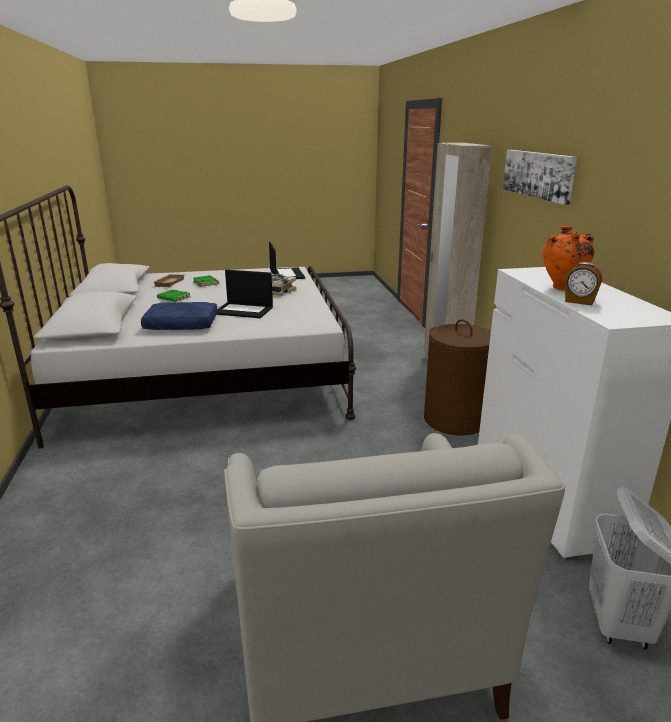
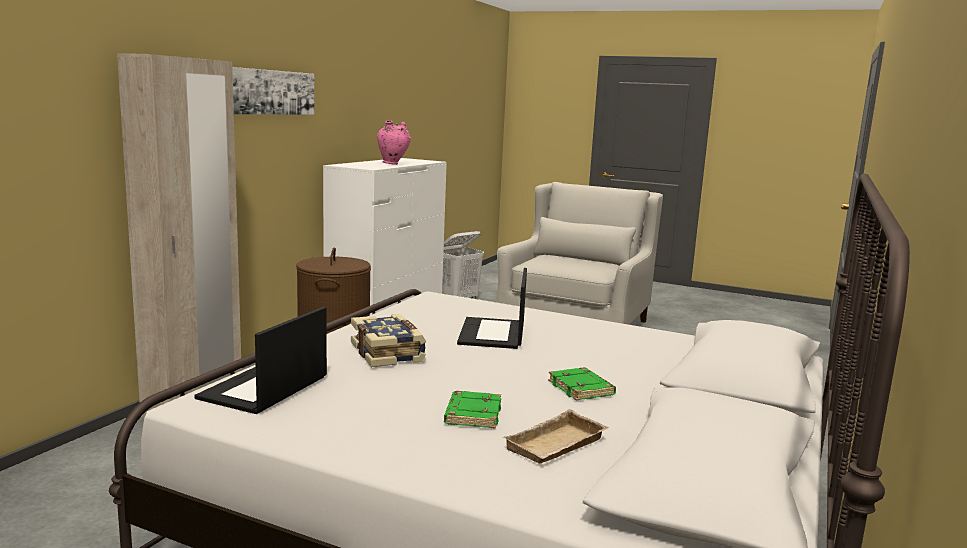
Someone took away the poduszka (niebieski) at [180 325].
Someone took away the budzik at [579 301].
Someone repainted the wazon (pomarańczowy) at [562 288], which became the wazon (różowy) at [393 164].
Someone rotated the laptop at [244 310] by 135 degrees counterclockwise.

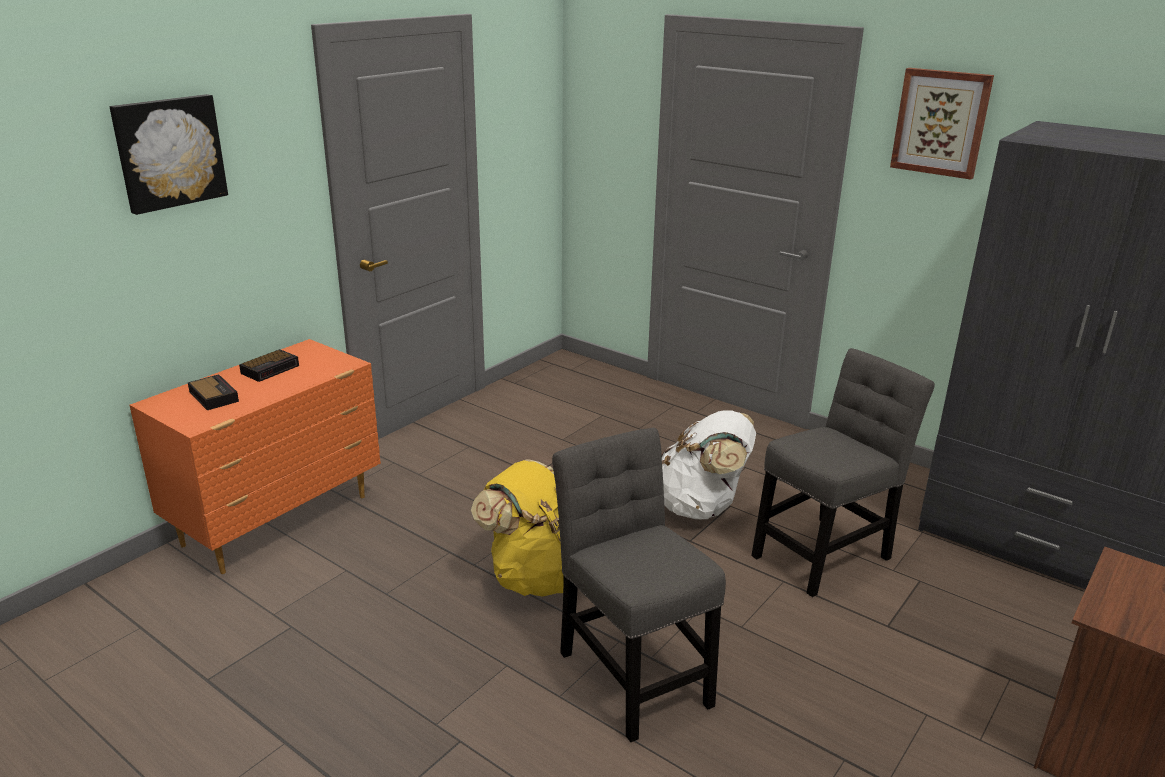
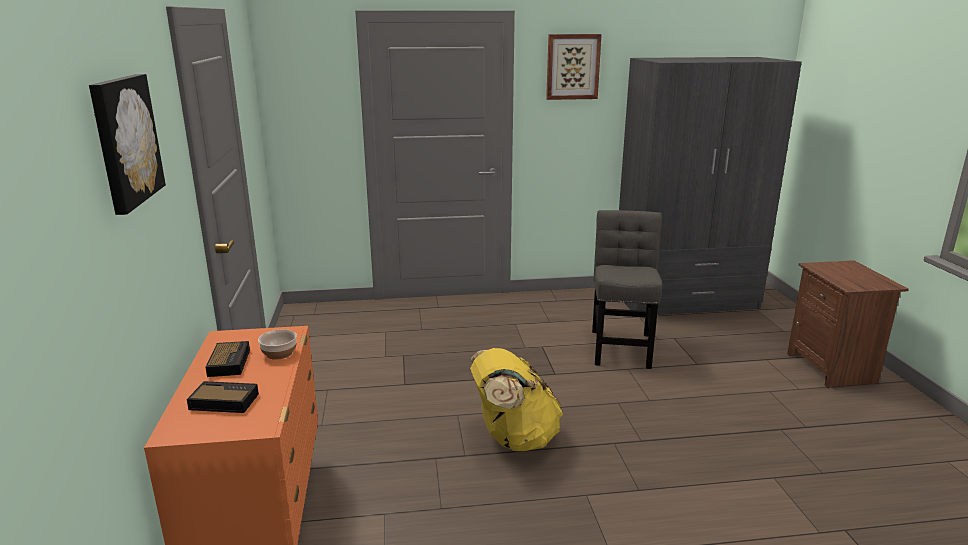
Someone took away the krzesło (szary) at [632 672].
Someone took away the plecak (biały) at [701 507].
Someone put down the miska at [279 353].

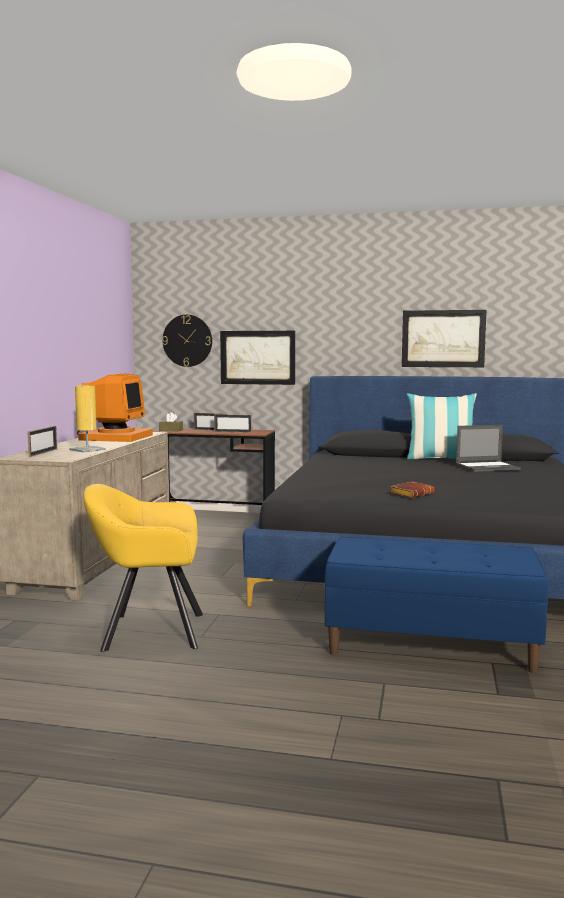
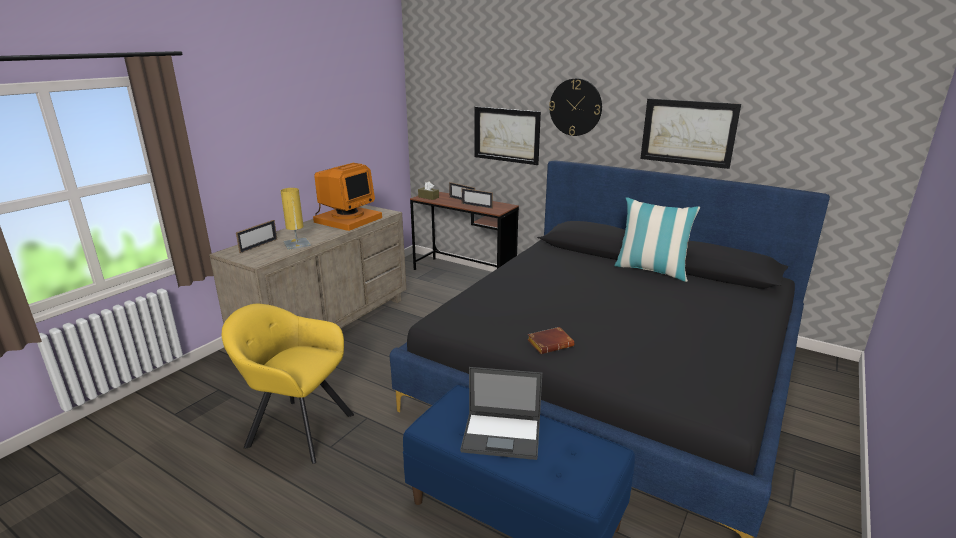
Someone carried the zegar ścienny from [187 340] to [575 107].
Someone carried the laptop from [488 467] to [502 435].

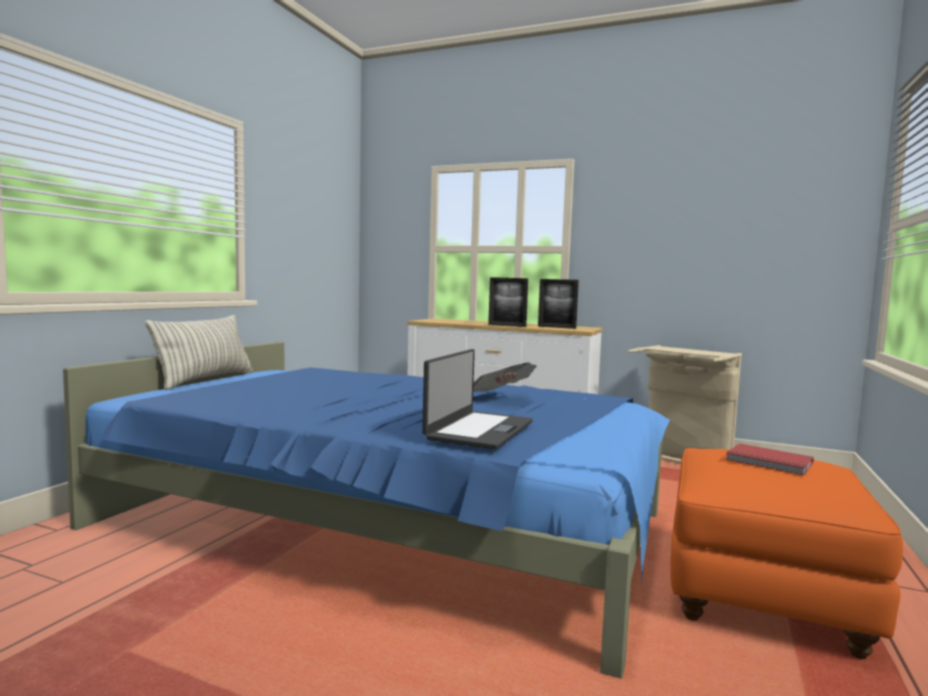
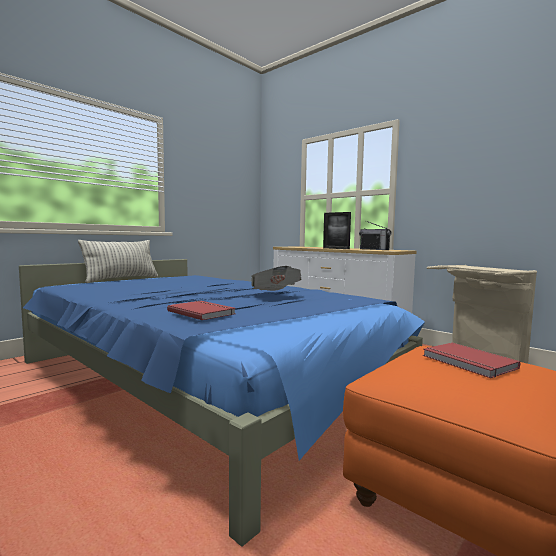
Someone swapped the laptop at [479 430] for the książka (czerwony) at [202 312].
Someone swapped the ramka na zdjęcie at [556 327] for the radio at [374 249].

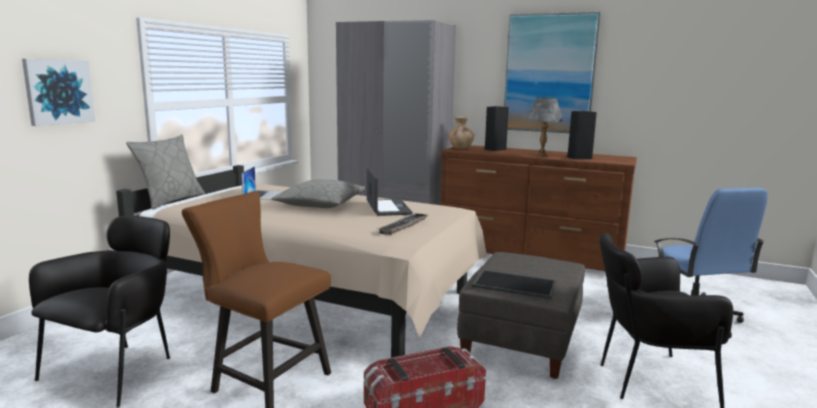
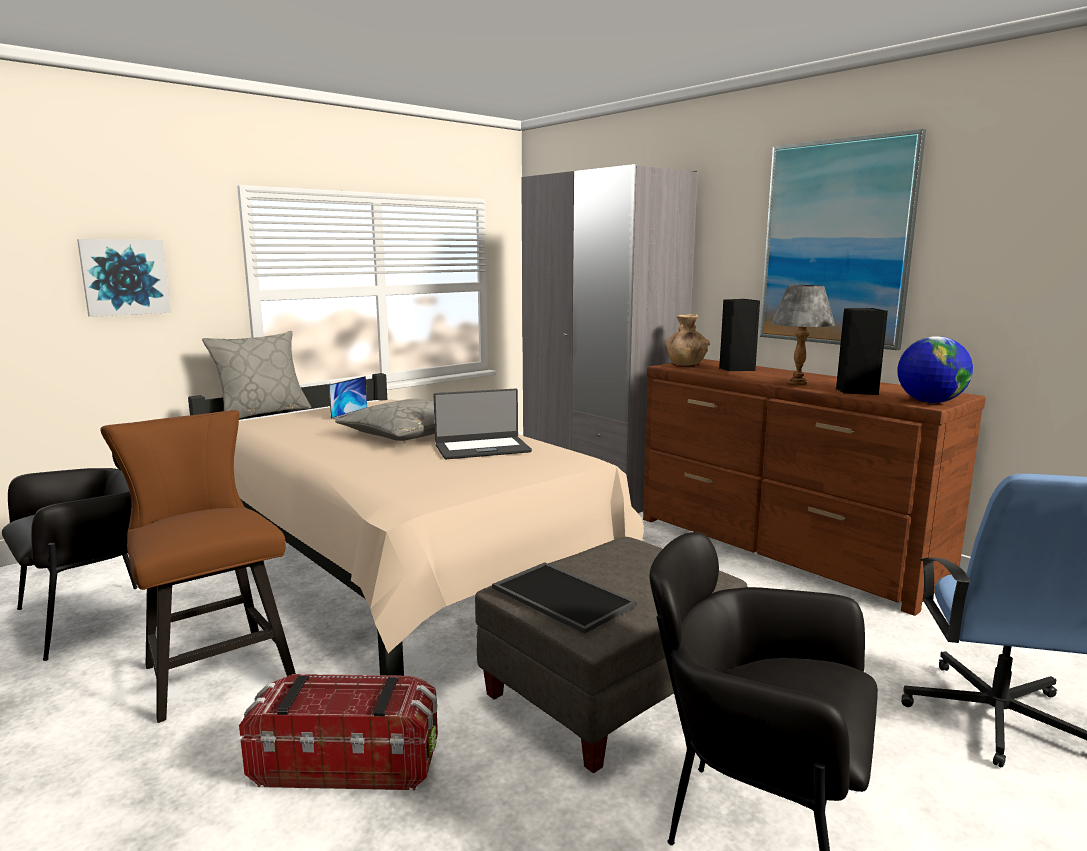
Someone took away the taca at [403 227].
Someone put down the globus at [929 402].
Someone rotated the laptop at [387 208] by 60 degrees clockwise.

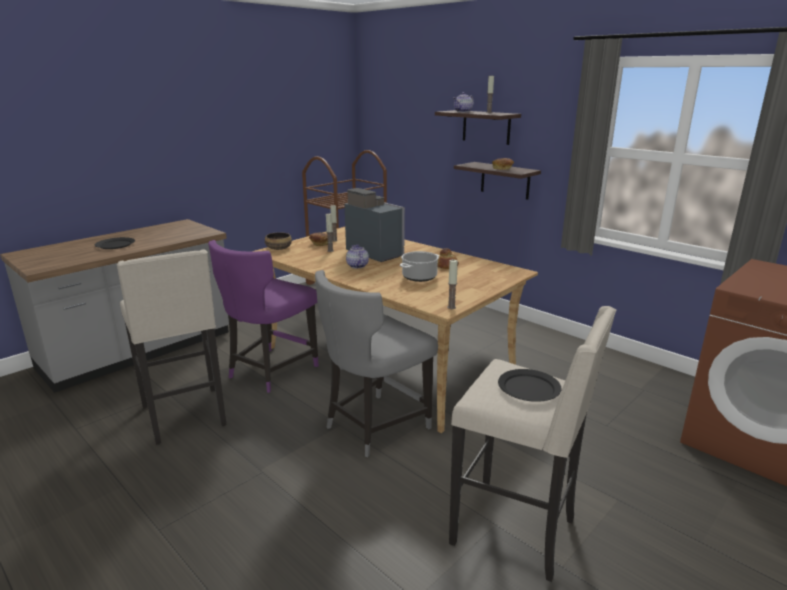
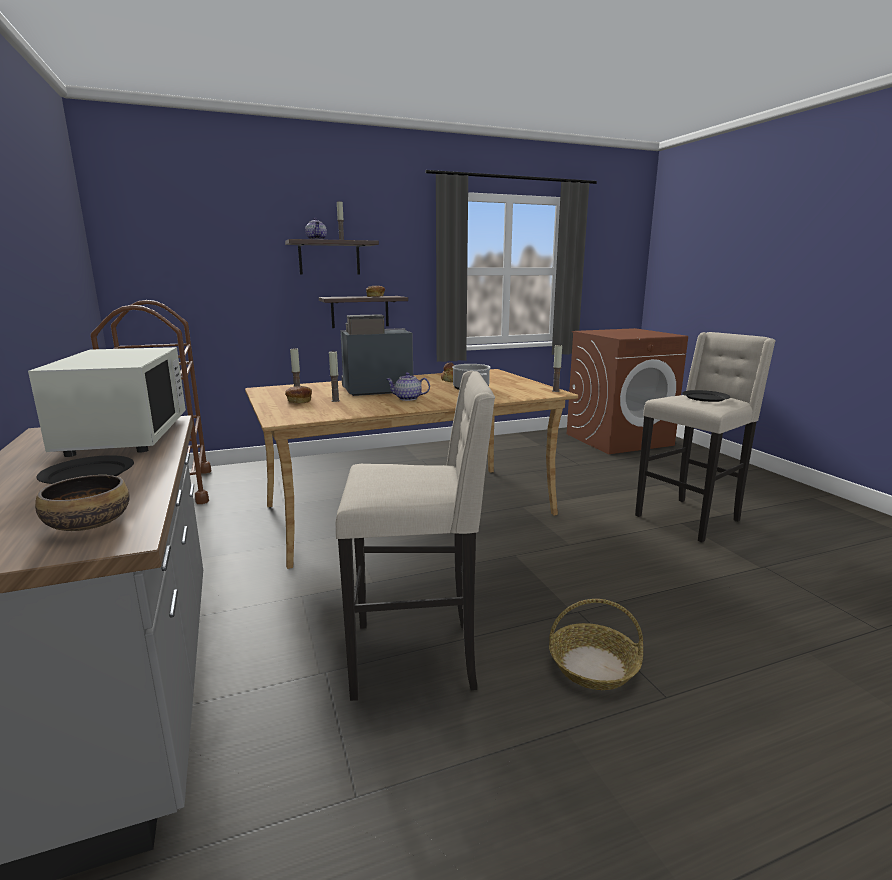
Someone took away the krzesło (fioletowy) at [270 371].
Someone took away the krzesło (szary) at [374 426].
Someone put down the mikrofalówka (biały) at [125 436].
Someone put down the koszyk at [592 666].
Someone carried the miska from [278 248] to [88 523].

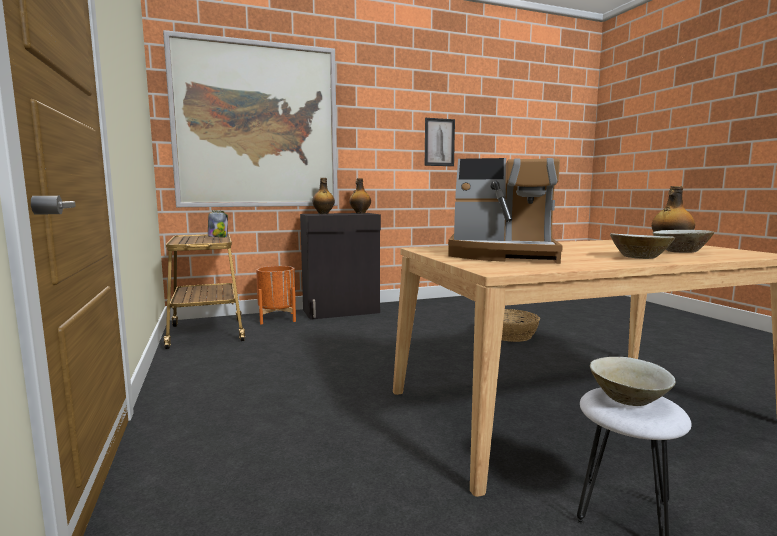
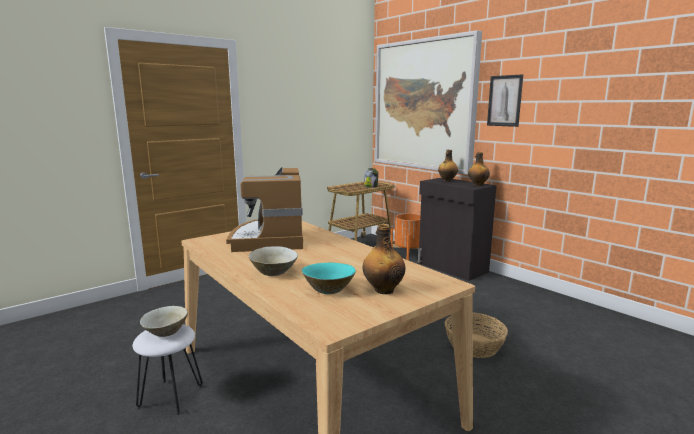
Someone carried the obraz from [439 142] to [504 101].
Someone repainted the miska (beżowy) at [680 251], which became the miska (turkusowy) at [329 289].

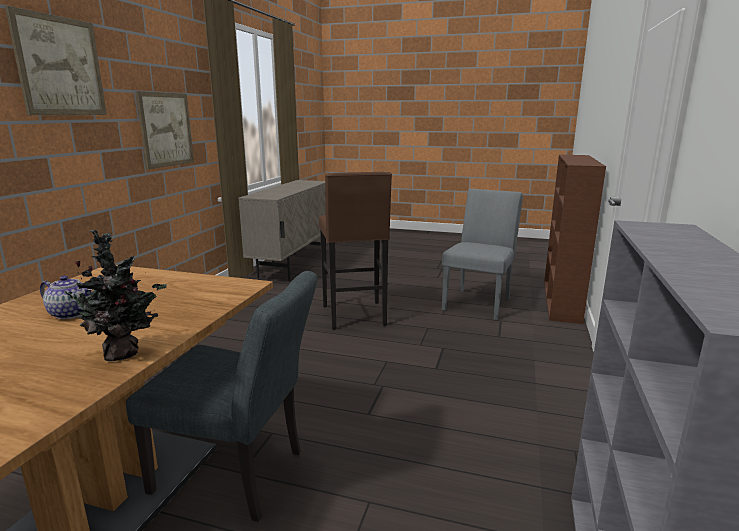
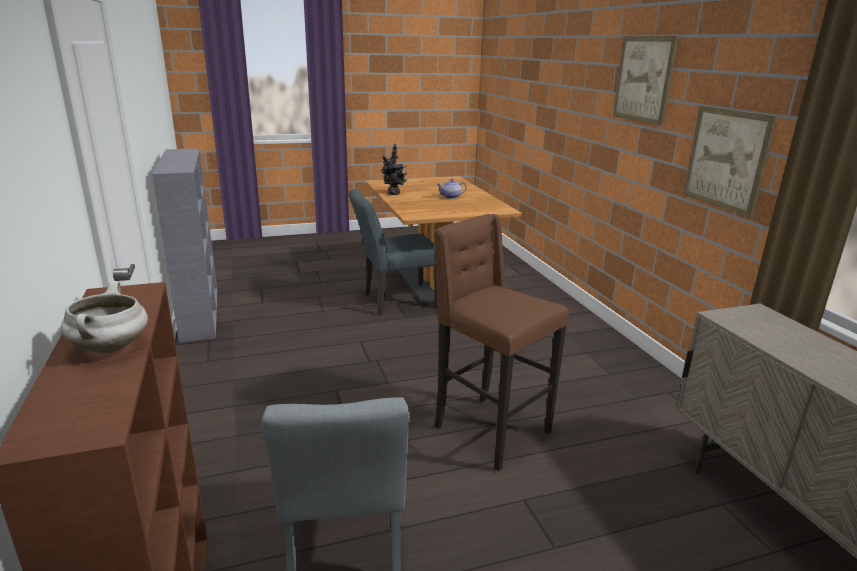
Someone put down the garnek (biały) at [111 348].

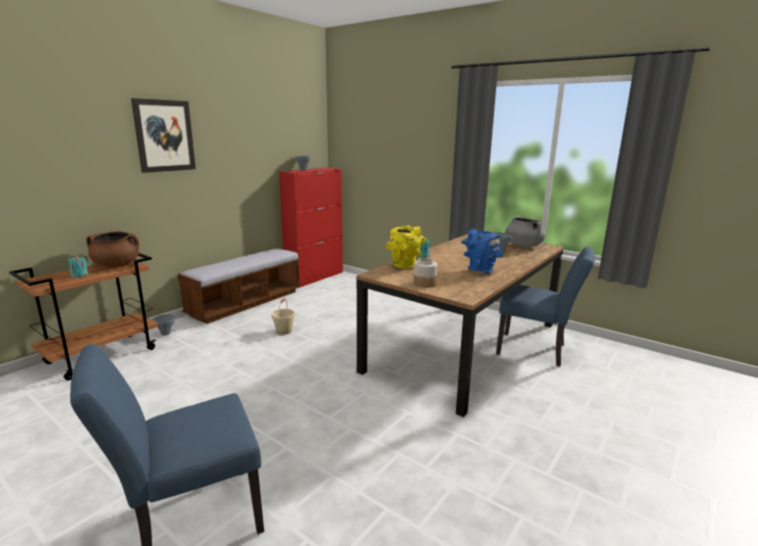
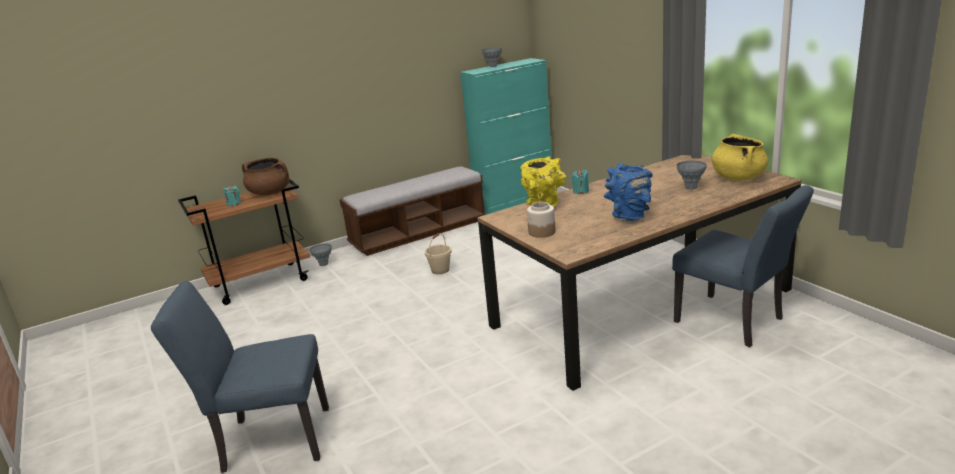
Someone took away the obraz at [164 136].
Someone repainted the szafka (czerwony) at [315 277], which became the szafka (turkusowy) at [515 201].
Someone repainted the garnek (szary) at [523 246], which became the garnek (żółty) at [738 177].

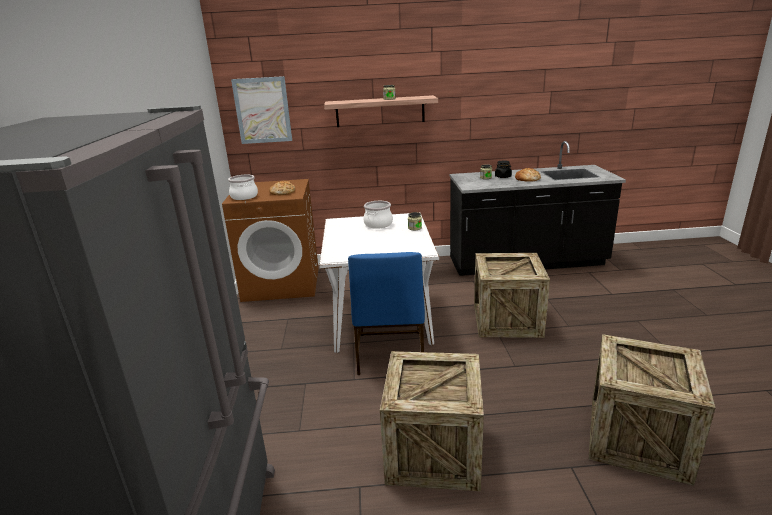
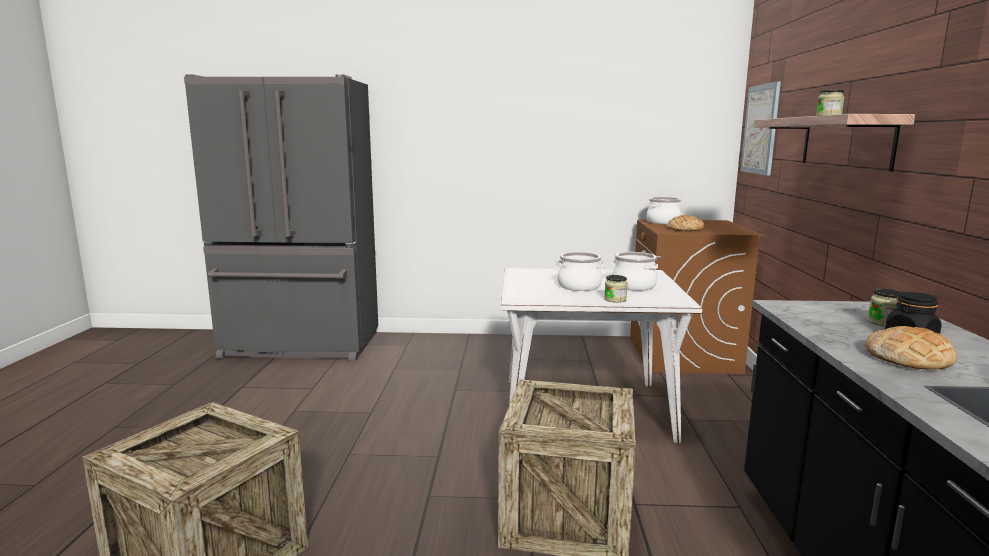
Someone took away the krzesło (niebieski) at [389 353].
Someone took away the skrzynka at [433 451].
Someone put down the garnek at [579 286].

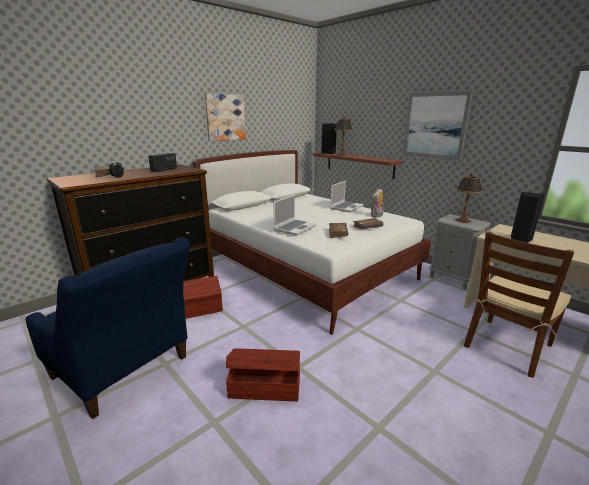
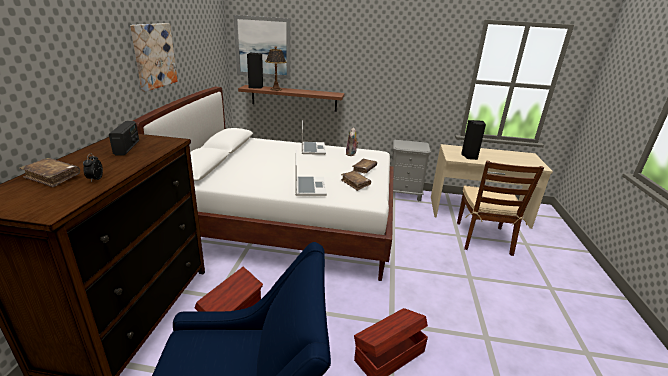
Someone took away the lampa stołowa at [463 220].
Someone carried the obraz from [435 125] to [262 47].

